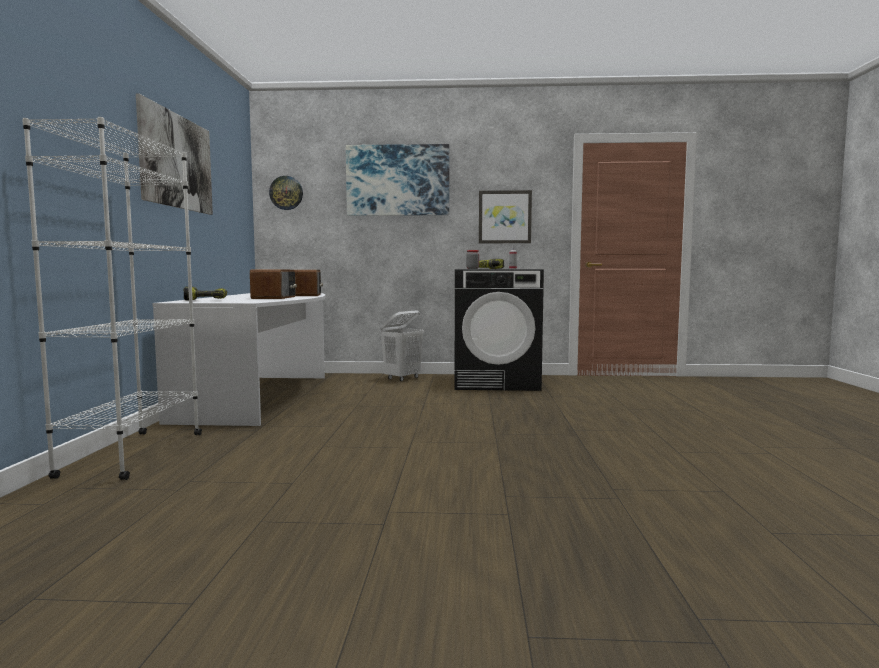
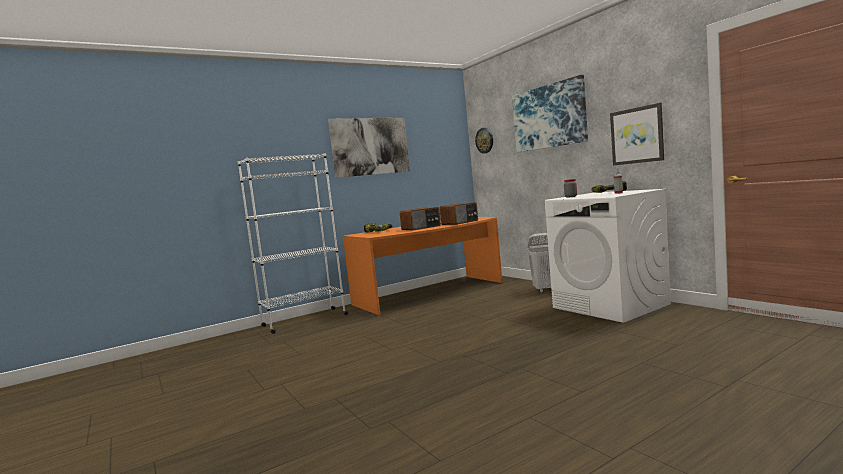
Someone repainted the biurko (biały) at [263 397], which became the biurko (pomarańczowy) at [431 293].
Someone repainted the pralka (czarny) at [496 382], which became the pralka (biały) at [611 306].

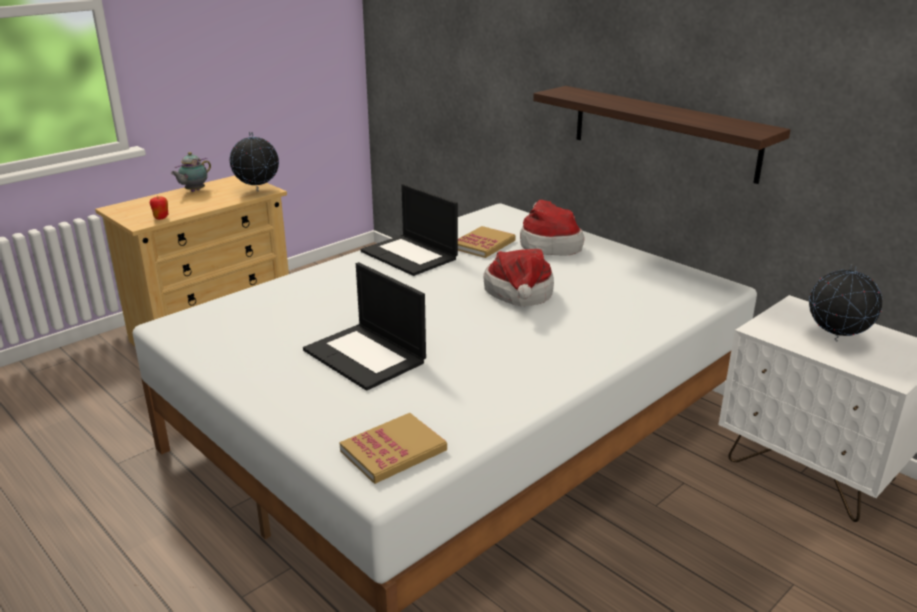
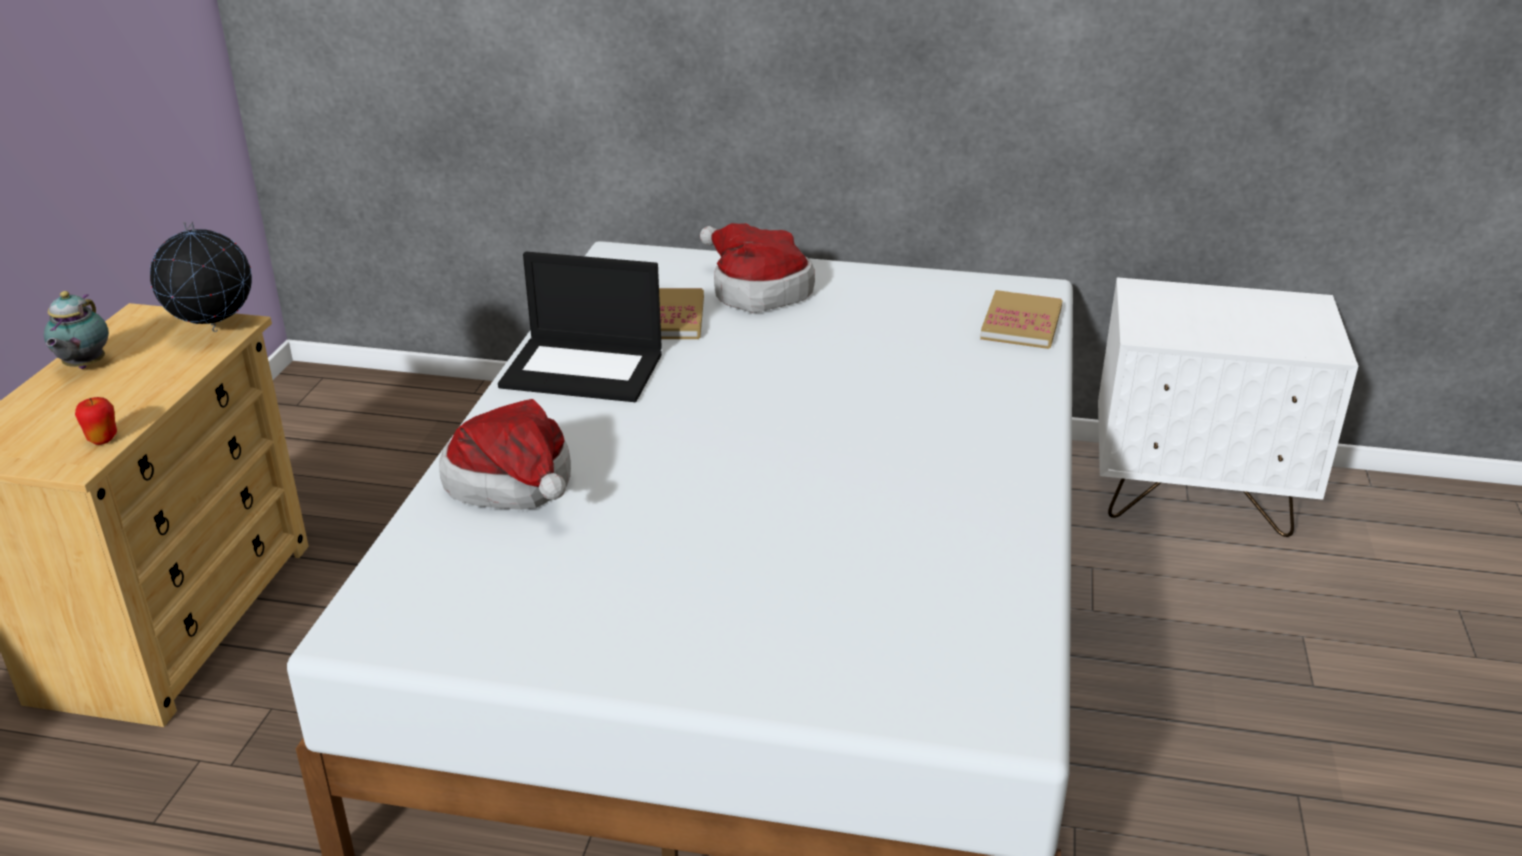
Someone took away the laptop at [366 356].
Someone took away the półka at [663 132].
Someone took away the globus at [836 340].
Someone carried the książka from [393 451] to [1021 324].
Someone carried the kapelusz from [519 295] to [515 487].

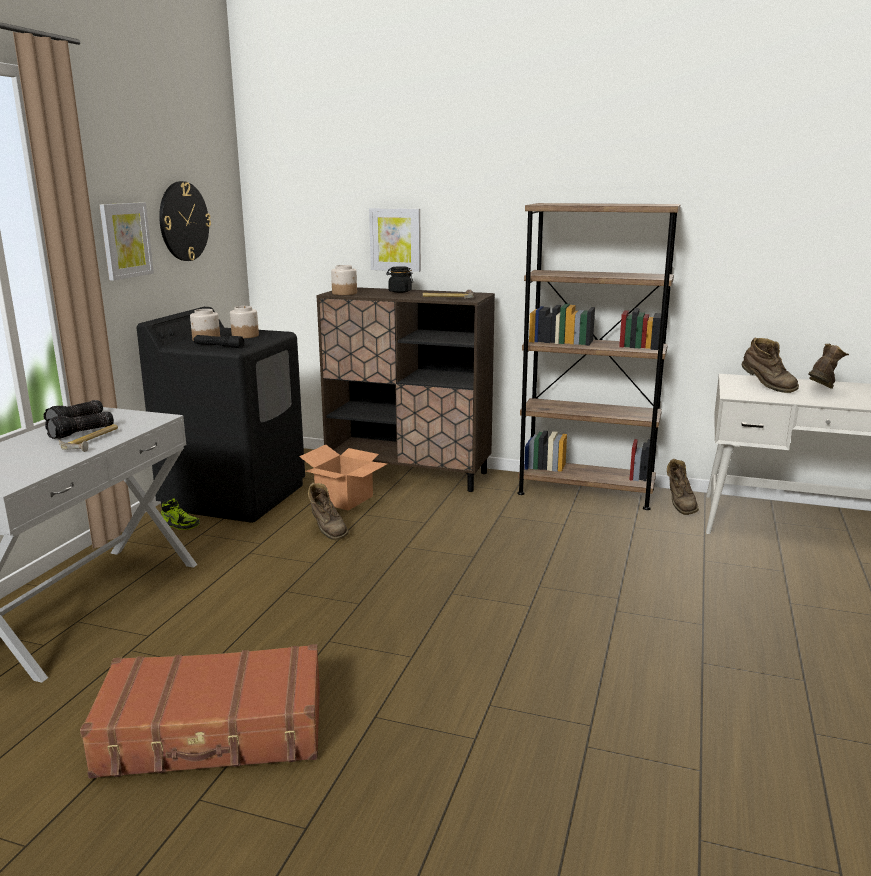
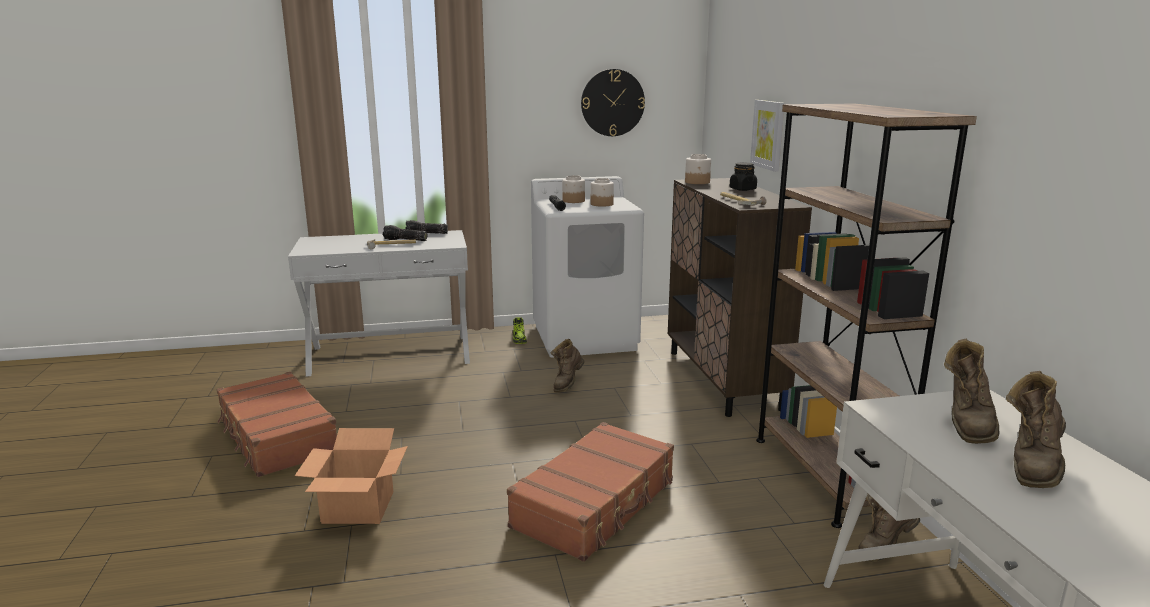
Someone took away the obraz at [125 240].
Someone put down the walizka (brązowy) at [596 504].
Someone carried the karton from [344 499] to [359 507].
Someone repainted the pralka (czarny) at [235 496], which became the pralka (biały) at [585 337].
Someone rotated the but z cholewką (brązowy) at [821 391] by 120 degrees clockwise.

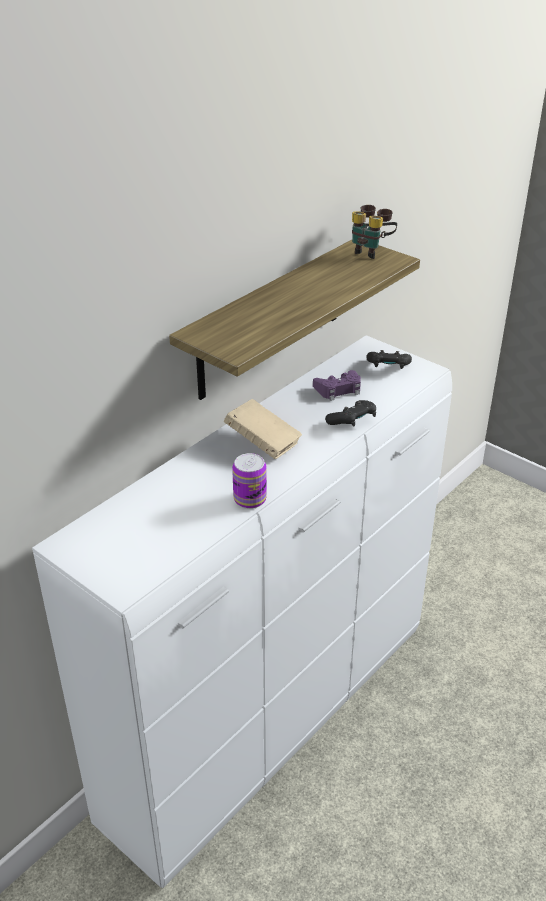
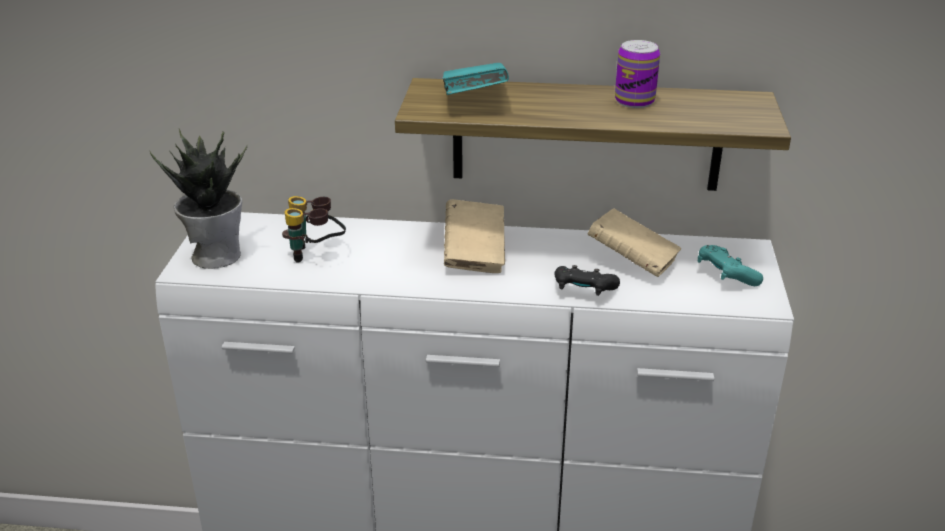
Someone put down the roślina doniczkowa at [216 254].
Someone put down the książka (turkusowy) at [474 100].
Someone carried the puszka from [250 499] to [634 101].
Someone carried the lornetka from [370 251] to [316 255].
Someone swapped the pad do gier (fioletowy) at [338 389] for the książka (beżowy) at [632 262].
Someone repainted the pad do gier (czarny) at [388 367], which became the pad do gier (turkusowy) at [725 276].

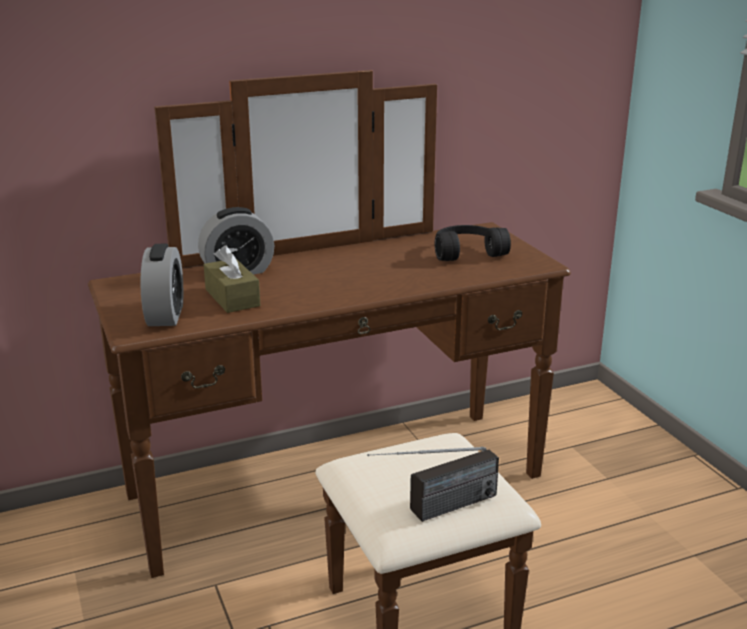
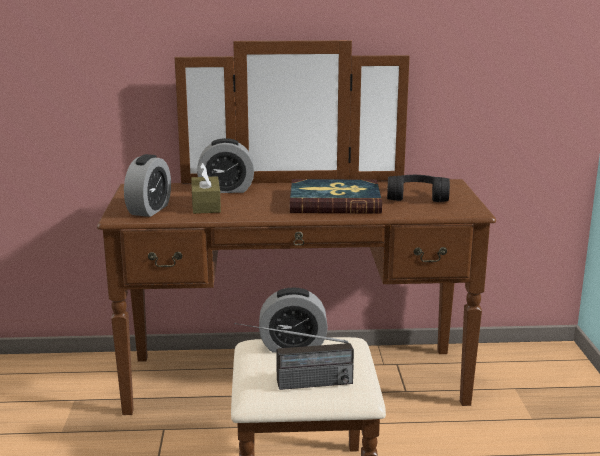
Someone put down the budzik at [293 346].
Someone put down the książka at [334 202].

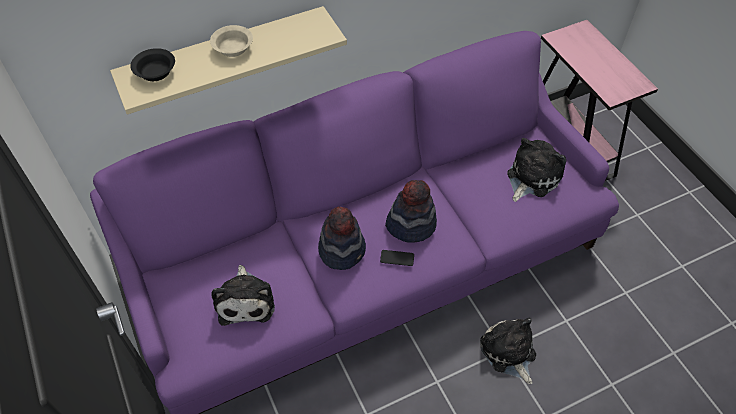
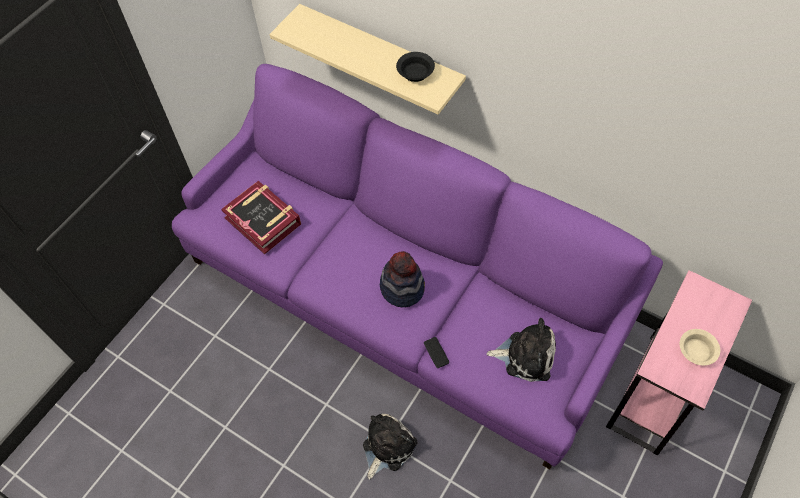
Someone took away the kapelusz at [342 249].
Someone carried the miska (czarny) from [156 73] to [415 74].
Someone carried the miska (beżowy) from [232 49] to [695 351].
Someone carried the telefon from [397 258] to [436 352].
Someone swapped the pluszak at [246 300] for the książka at [263 221].

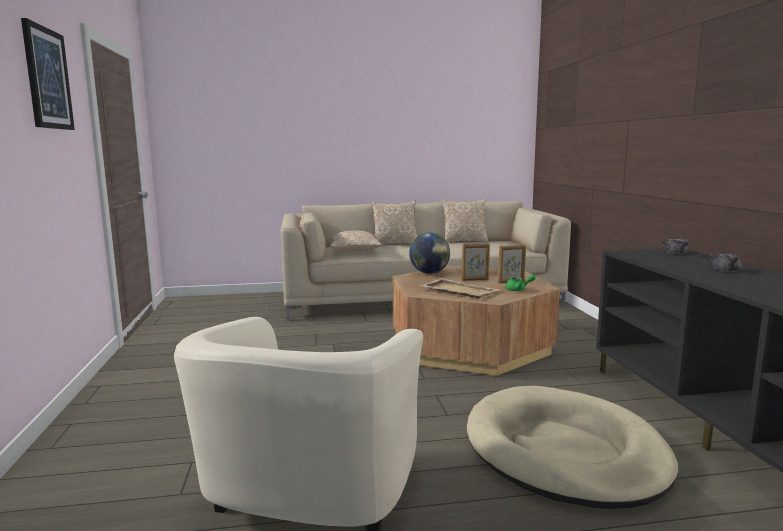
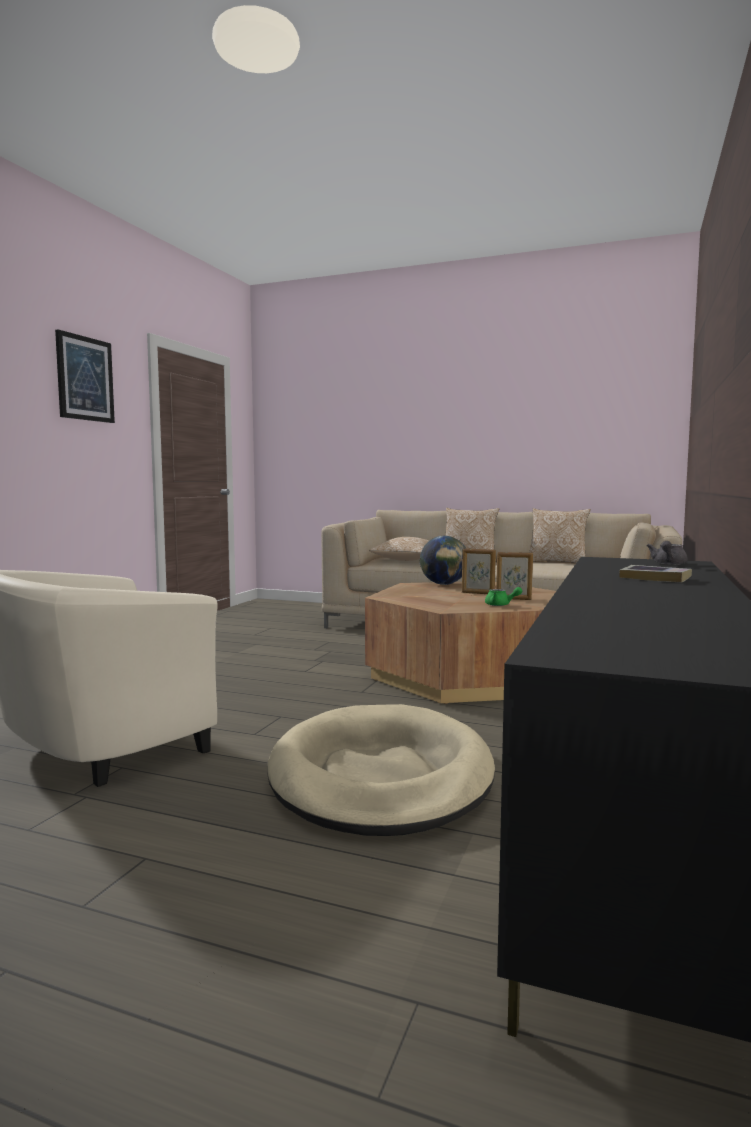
Someone took away the taca (beżowy) at [458 290].
Someone swapped the imbryk (szary) at [726 271] for the książka at [655 578].

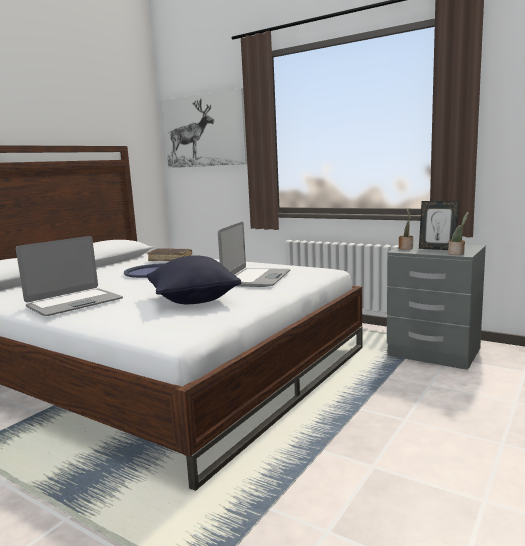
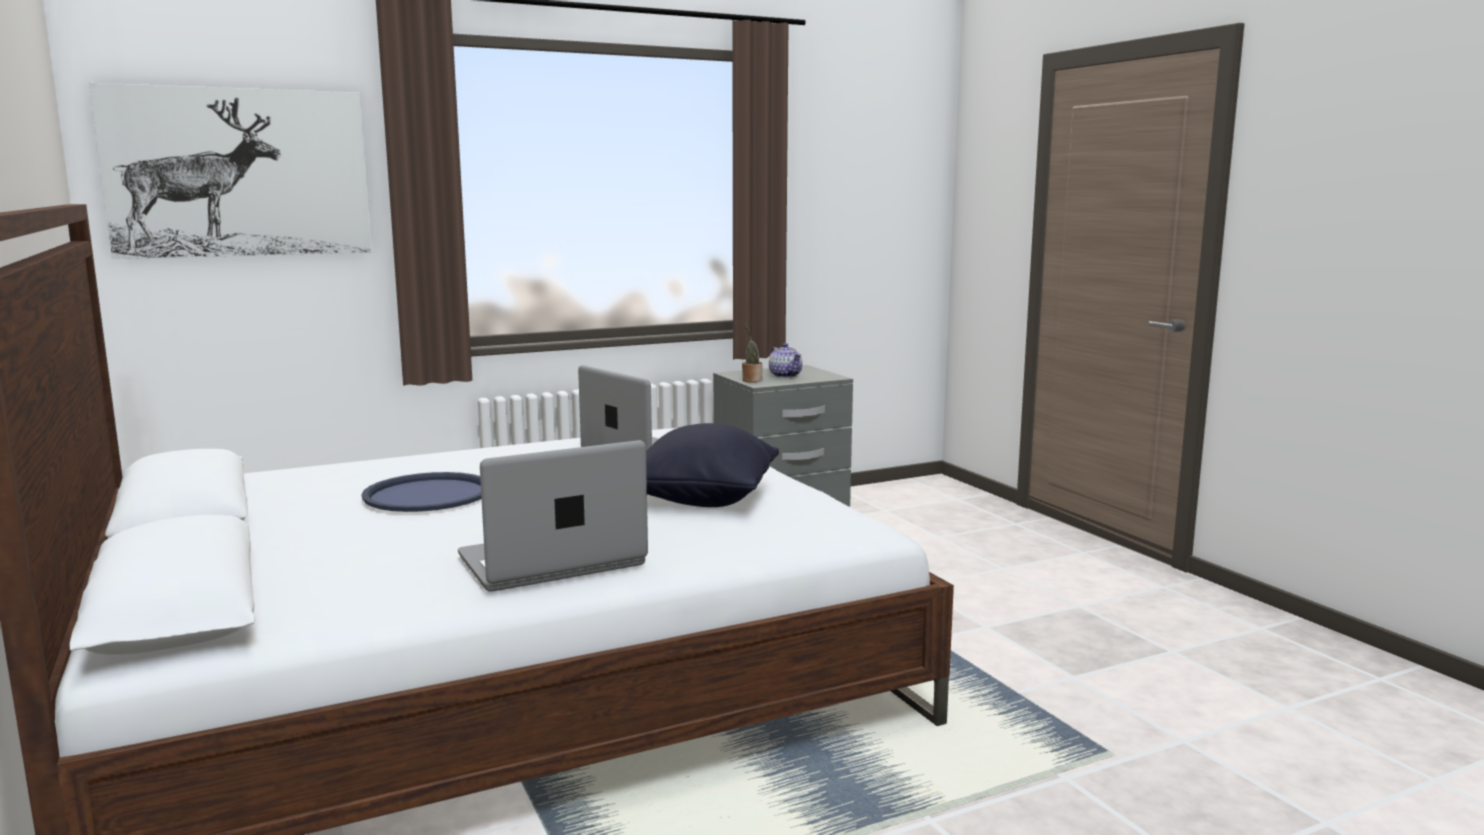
Someone took away the książka (brązowy) at [170 259].
Someone took away the roślina doniczkowa at [457 254].
Someone swapped the ramka na zdjęcie at [437 249] for the imbryk at [785 375].
Someone rotated the laptop at [74 303] by 105 degrees counterclockwise.

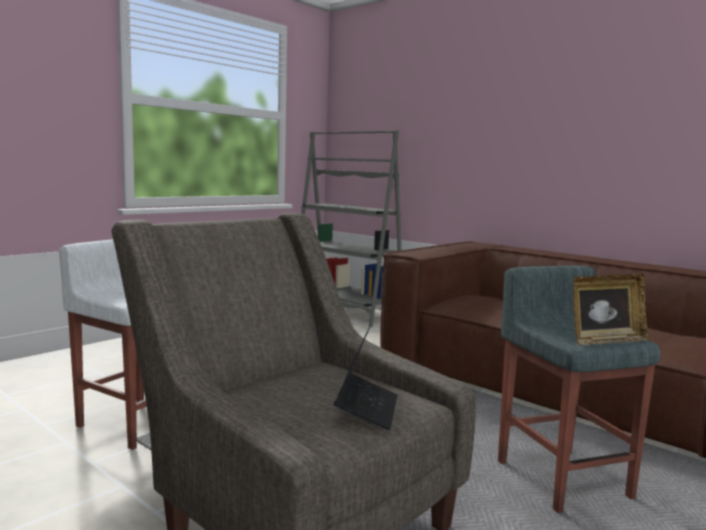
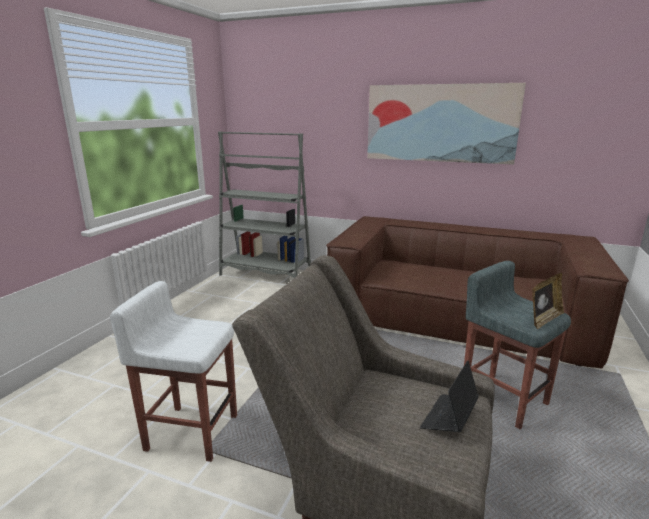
Someone put up the obraz at [440 123].
Someone rotated the laptop at [367 409] by 135 degrees counterclockwise.

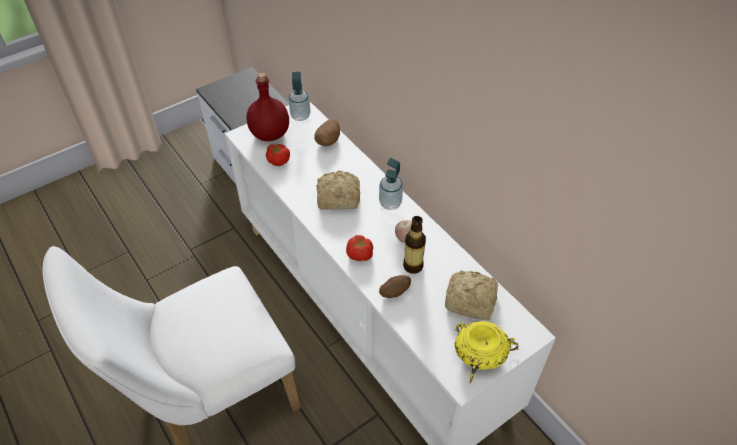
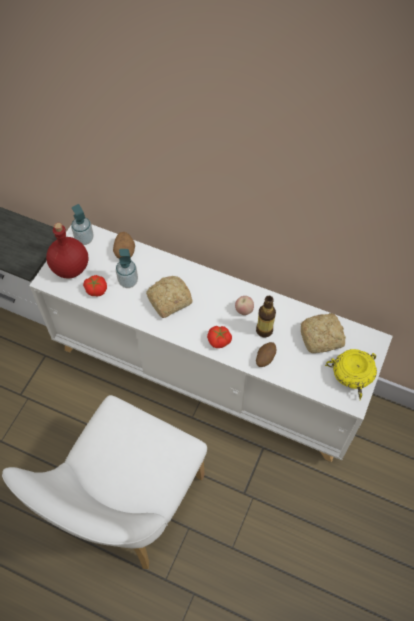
Someone carried the dozownik mydła from [390 203] to [128 281].

